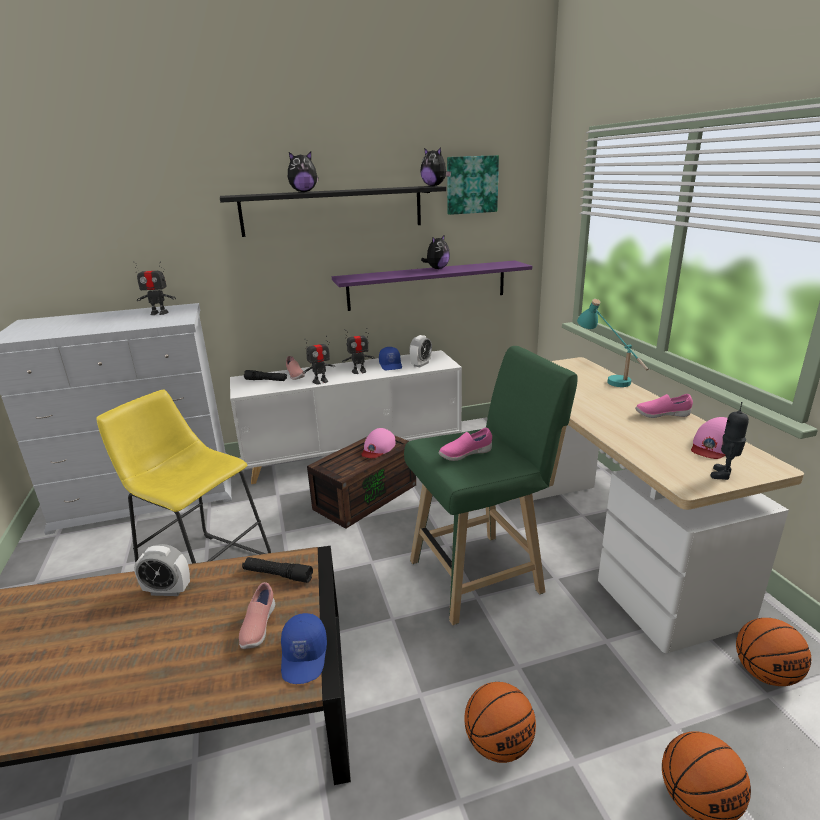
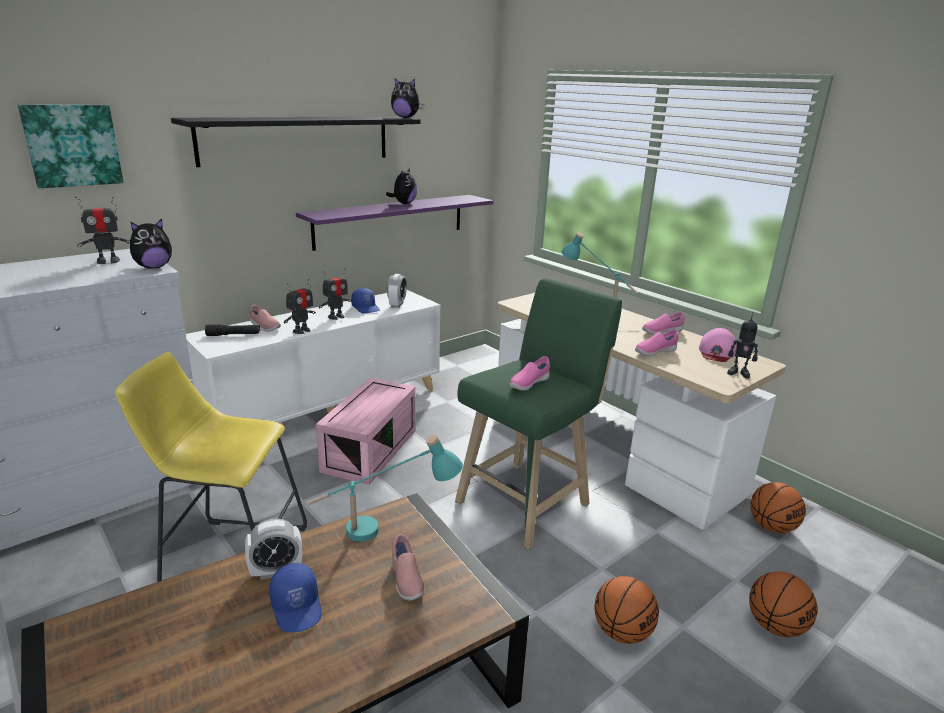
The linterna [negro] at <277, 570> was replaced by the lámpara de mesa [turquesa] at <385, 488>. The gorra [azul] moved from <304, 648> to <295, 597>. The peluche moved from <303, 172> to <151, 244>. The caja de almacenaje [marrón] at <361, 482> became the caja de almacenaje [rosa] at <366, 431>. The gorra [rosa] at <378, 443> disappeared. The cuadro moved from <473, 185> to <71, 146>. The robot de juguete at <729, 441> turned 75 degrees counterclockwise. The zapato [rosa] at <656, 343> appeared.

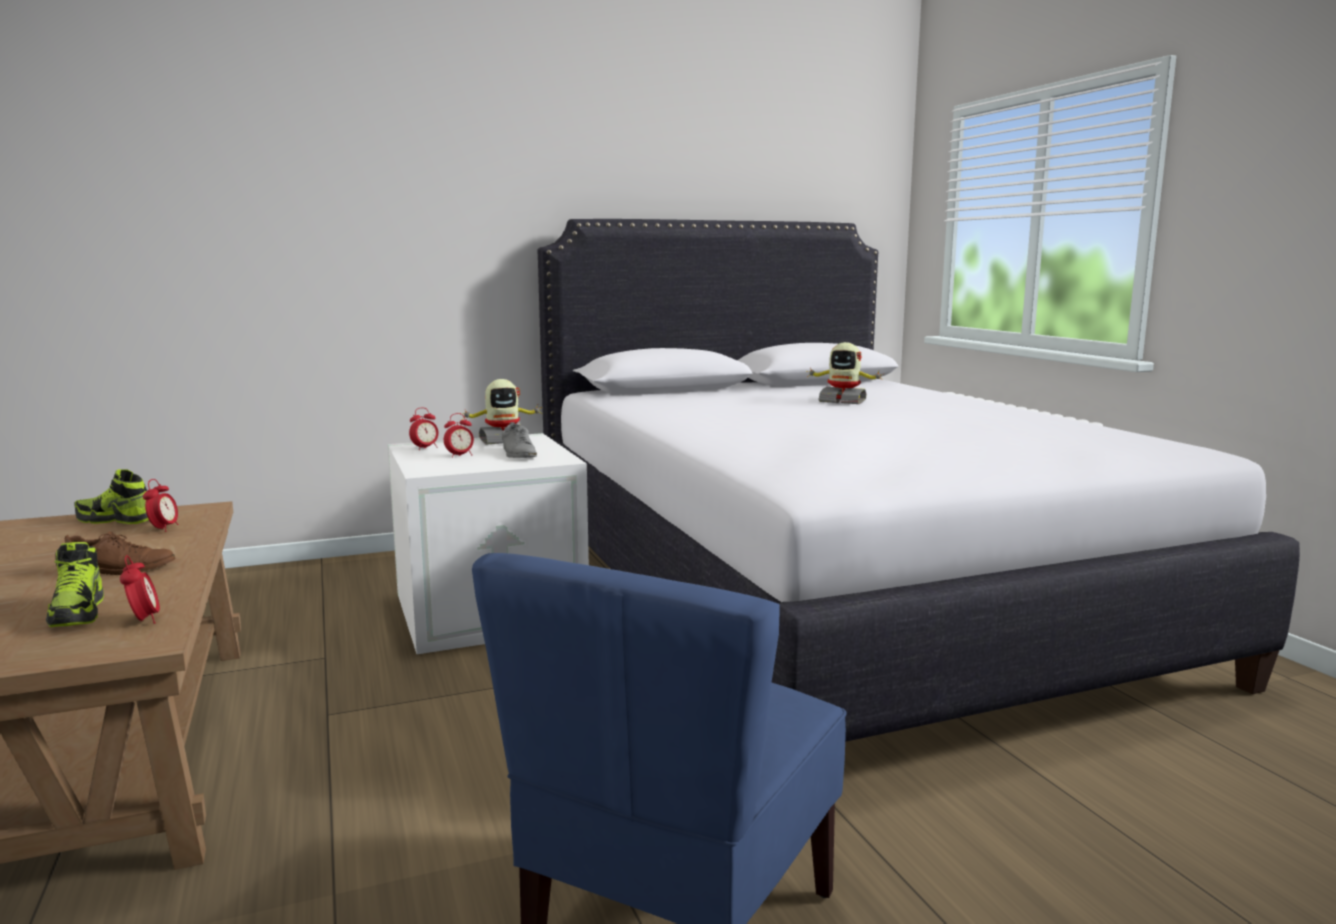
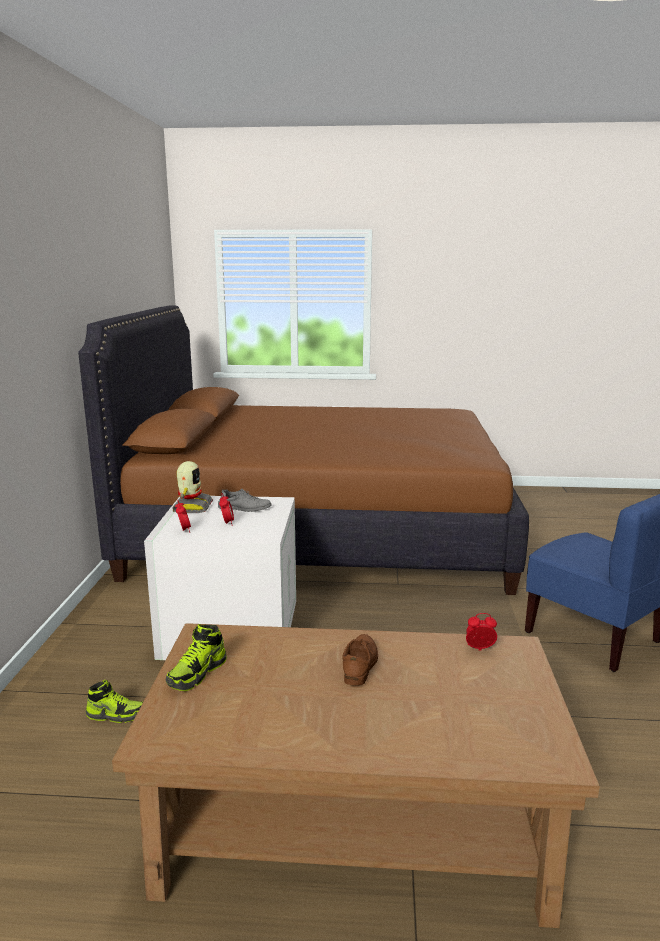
The zapato moved from <75, 584> to <114, 701>. The despertador at <161, 505> disappeared. The cama [blanco] at <918, 480> became the cama [marrón] at <303, 450>. The robot de juguete at <845, 373> disappeared.

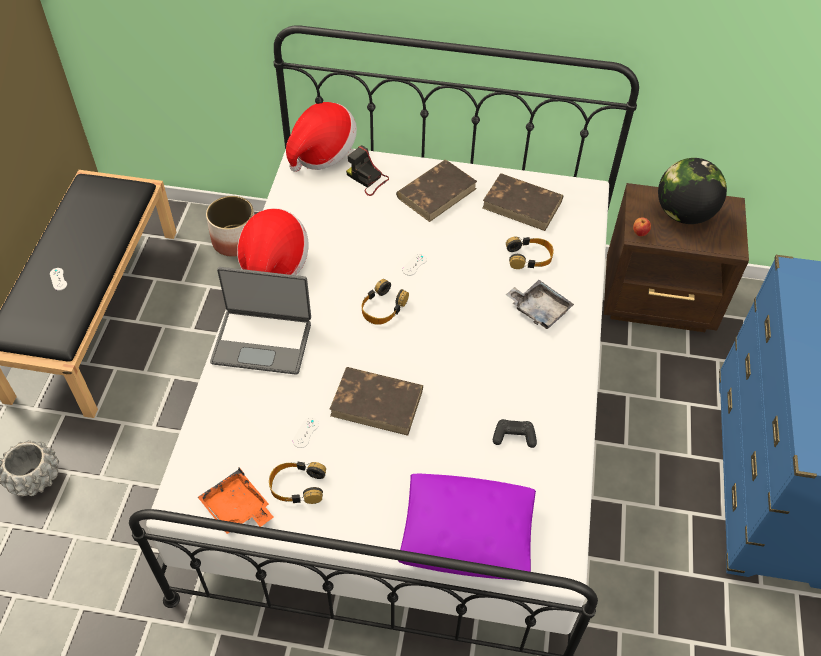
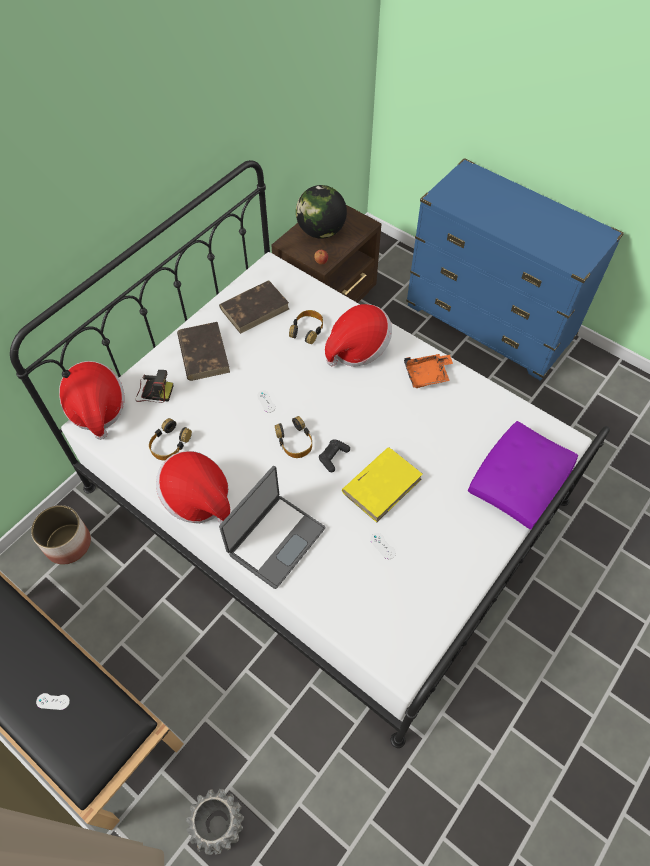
The bandeja [naranja] moved from <235, 501> to <428, 371>. The auriculares moved from <297, 483> to <170, 439>. The libro [marrón] at <376, 401> became the libro [amarillo] at <382, 485>. The cámara at <367, 170> turned 150 degrees counterclockwise. The mando de consola [negro] moved from <515, 433> to <334, 455>. The bandeja [gris] at <540, 304> was replaced by the sombrero at <358, 335>.

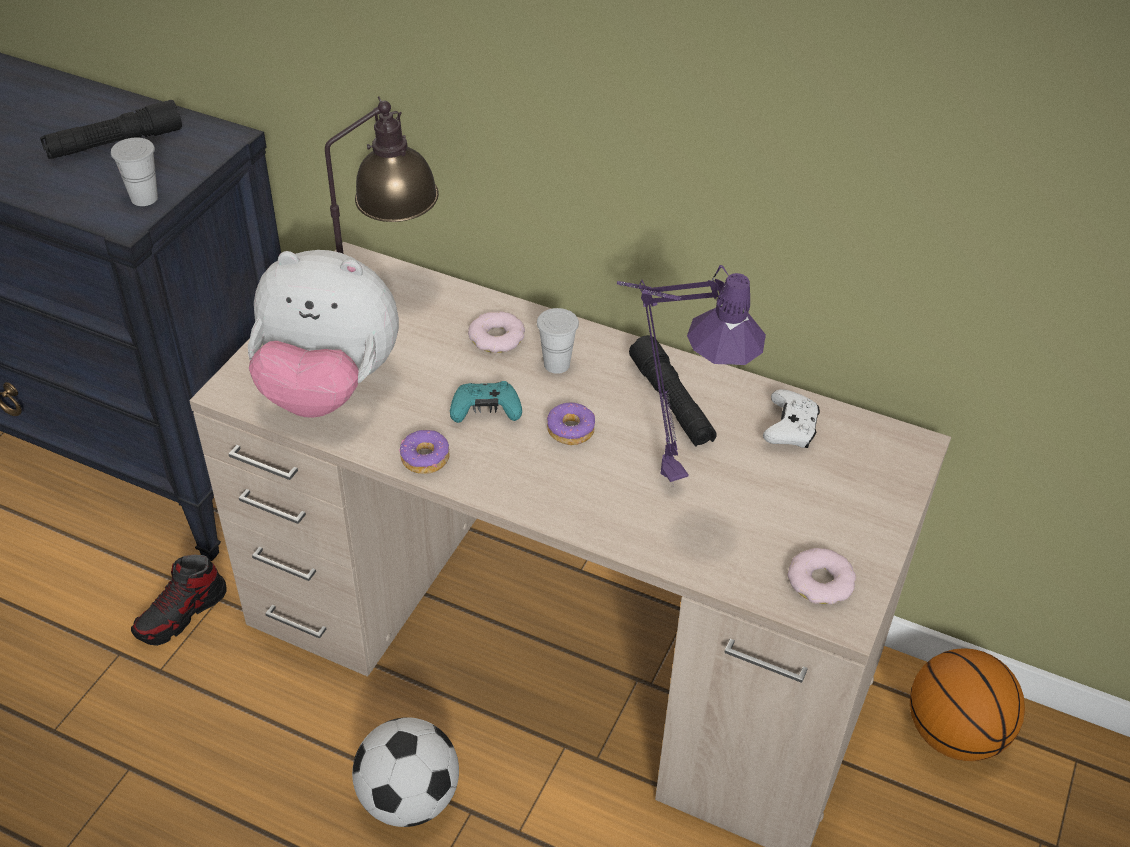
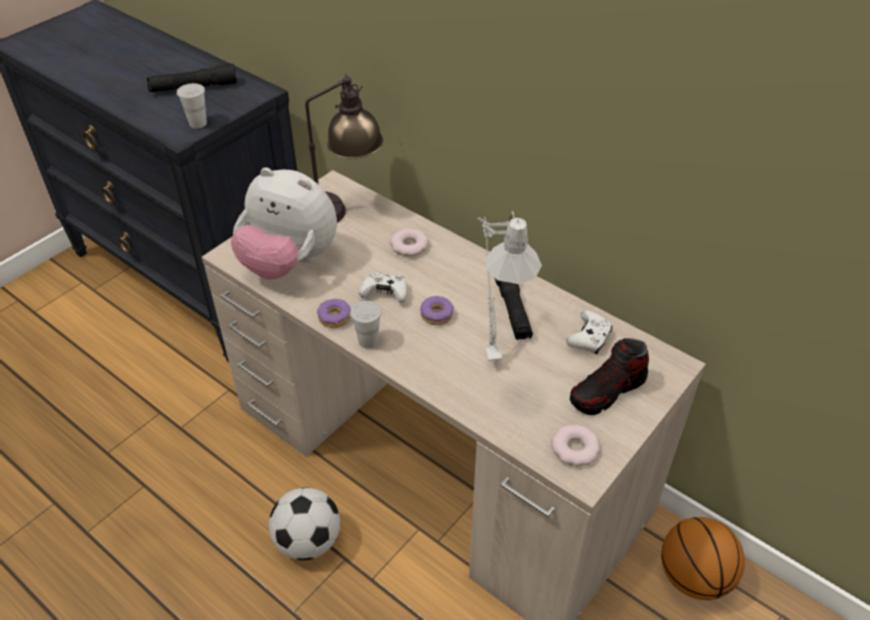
The zapato moved from <179, 600> to <609, 376>. The mando de consola [turquesa] at <486, 402> became the mando de consola [blanco] at <382, 288>. The taza [blanco] moved from <558, 341> to <366, 325>. The lámpara de mesa [morado] at <691, 376> became the lámpara de mesa [gris] at <509, 286>.

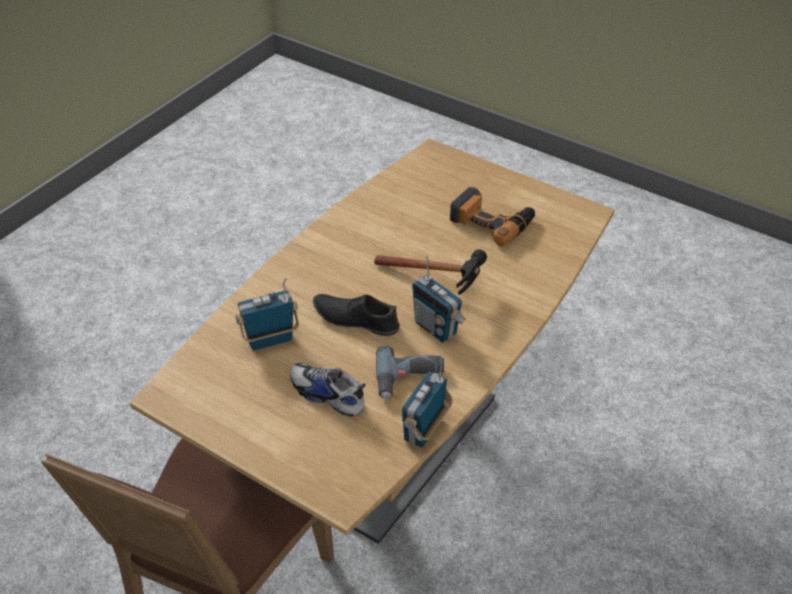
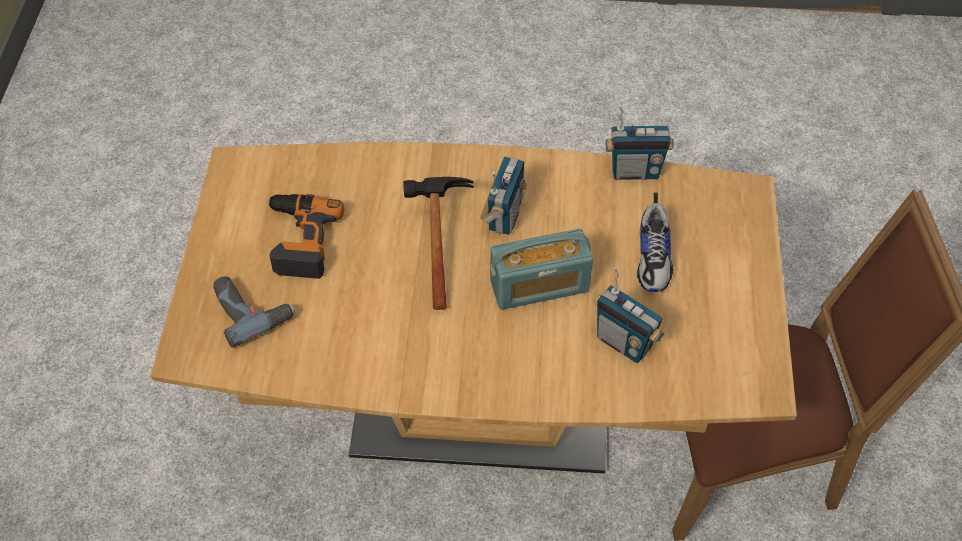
The zapato [negro] at <356, 315> was replaced by the radio at <541, 269>. The taladro moved from <410, 373> to <254, 312>.

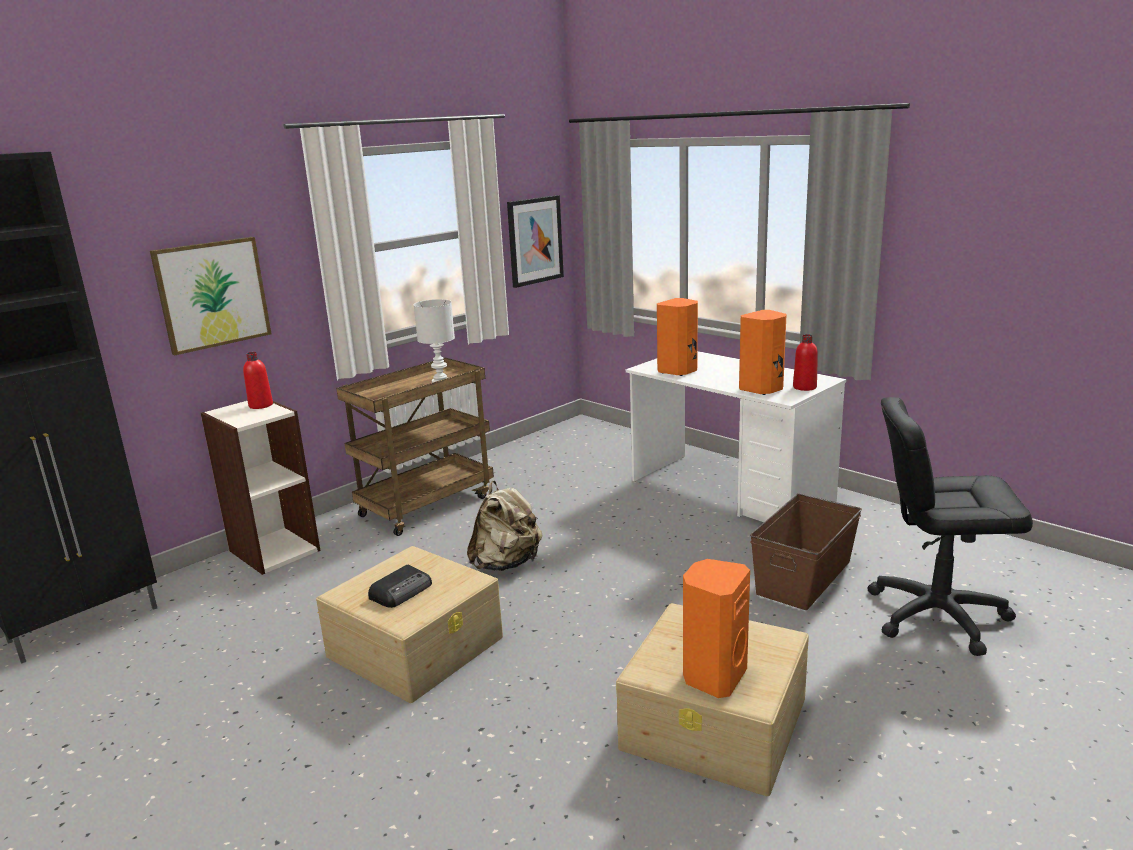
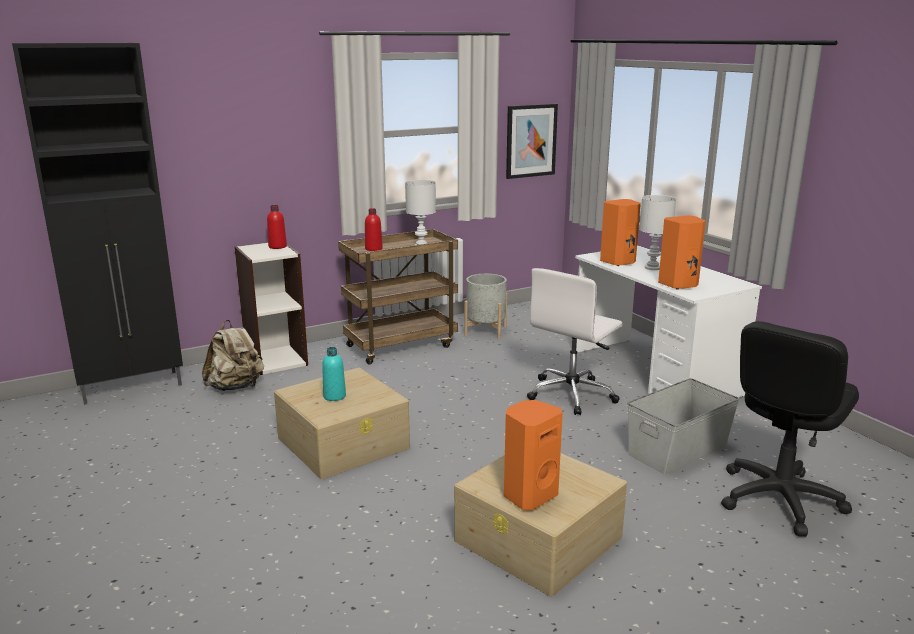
The cuadro at <210, 296> disappeared. The radio at <400, 586> was replaced by the botella [turquesa] at <334, 374>. The mochila [beis] moved from <505, 526> to <233, 355>. The caja de almacenaje [marrón] at <806, 552> became the caja de almacenaje [gris] at <683, 426>. The botella [rojo] moved from <805, 362> to <374, 229>. The silla de oficina [negro] at <950, 526> turned 75 degrees counterclockwise. The maceta [gris] at <485, 306> appeared. The silla de oficina [blanco] at <574, 341> appeared. The lámpara de mesa [blanco] at <657, 232> appeared.

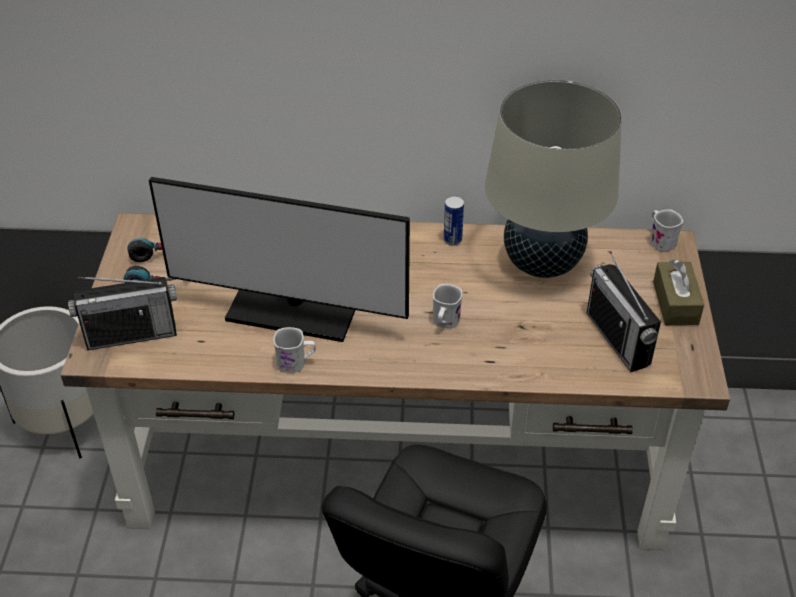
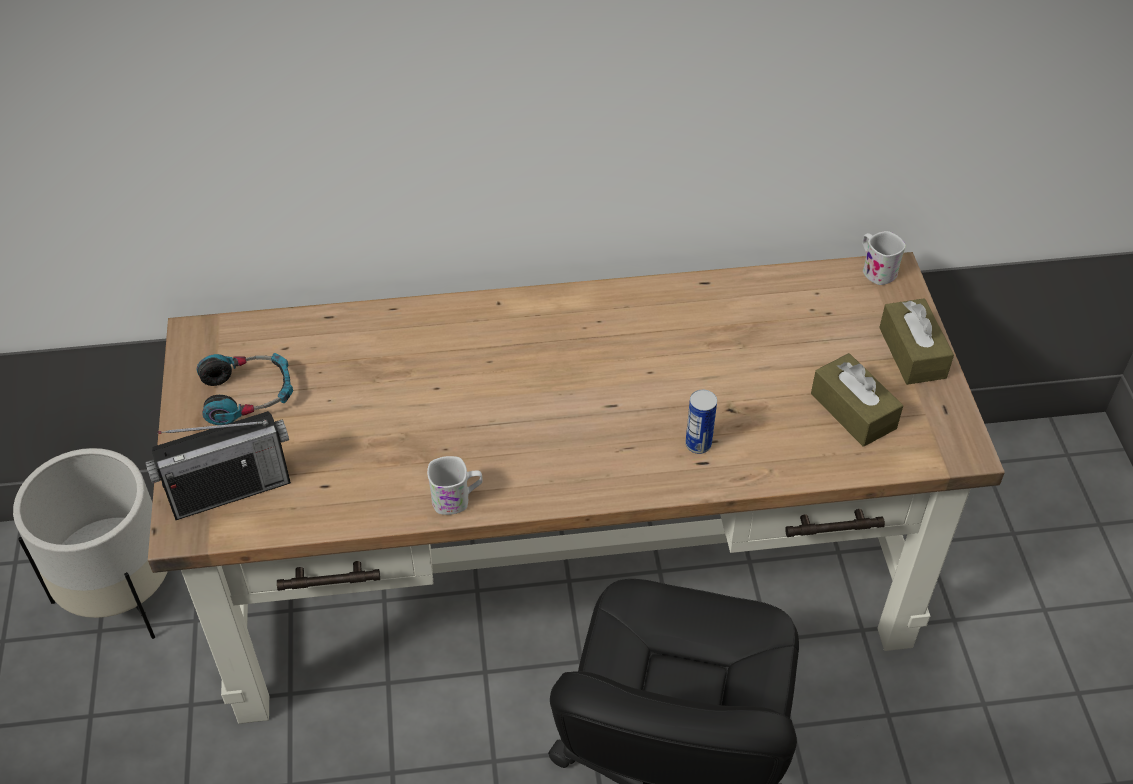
The monitor at <279, 259> disappeared. The taza grande [blanco] at <447, 306> disappeared. The lata moved from <454, 220> to <701, 422>. The lámpara de mesa [beis] at <553, 179> disappeared. The radio at <624, 311> was replaced by the caja de pañuelos [marrón] at <857, 400>.

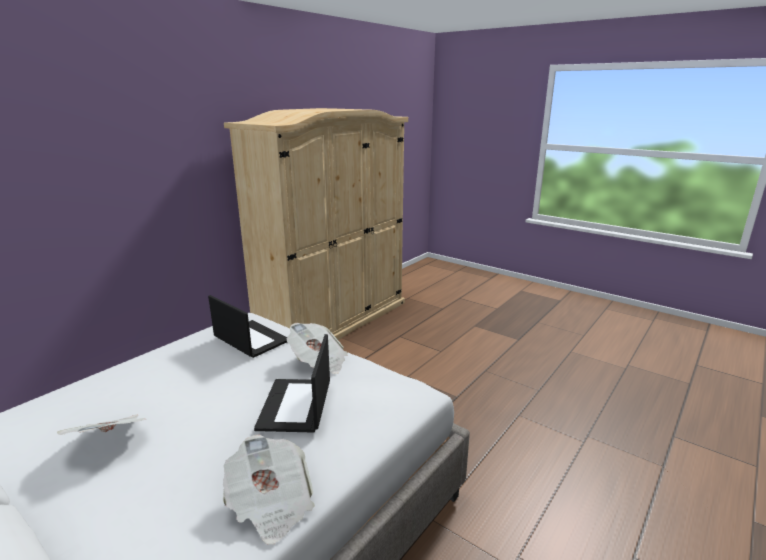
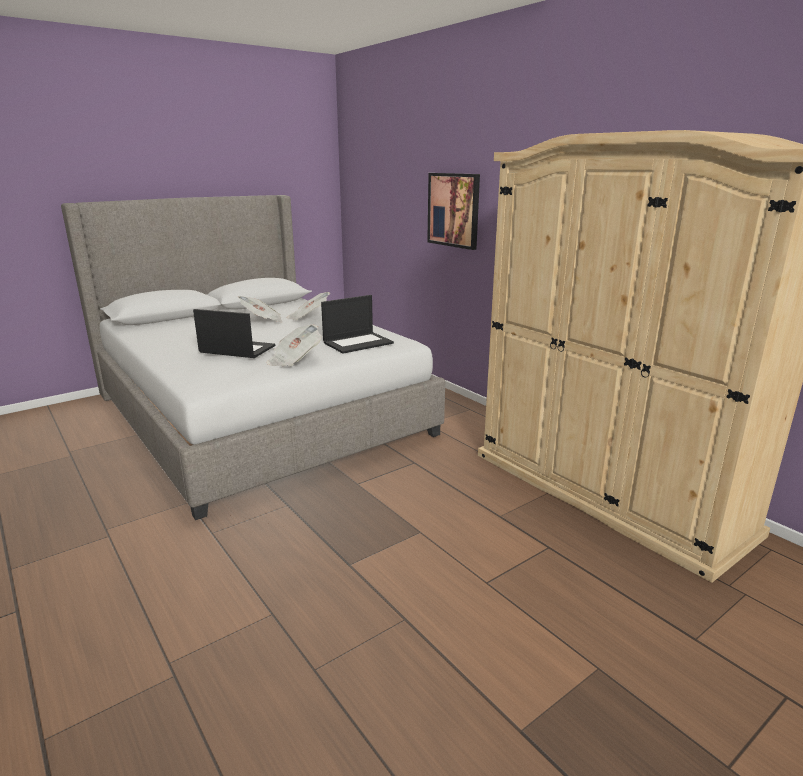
The periódico moved from <268, 489> to <308, 306>. The cuadro at <453, 211> appeared.

